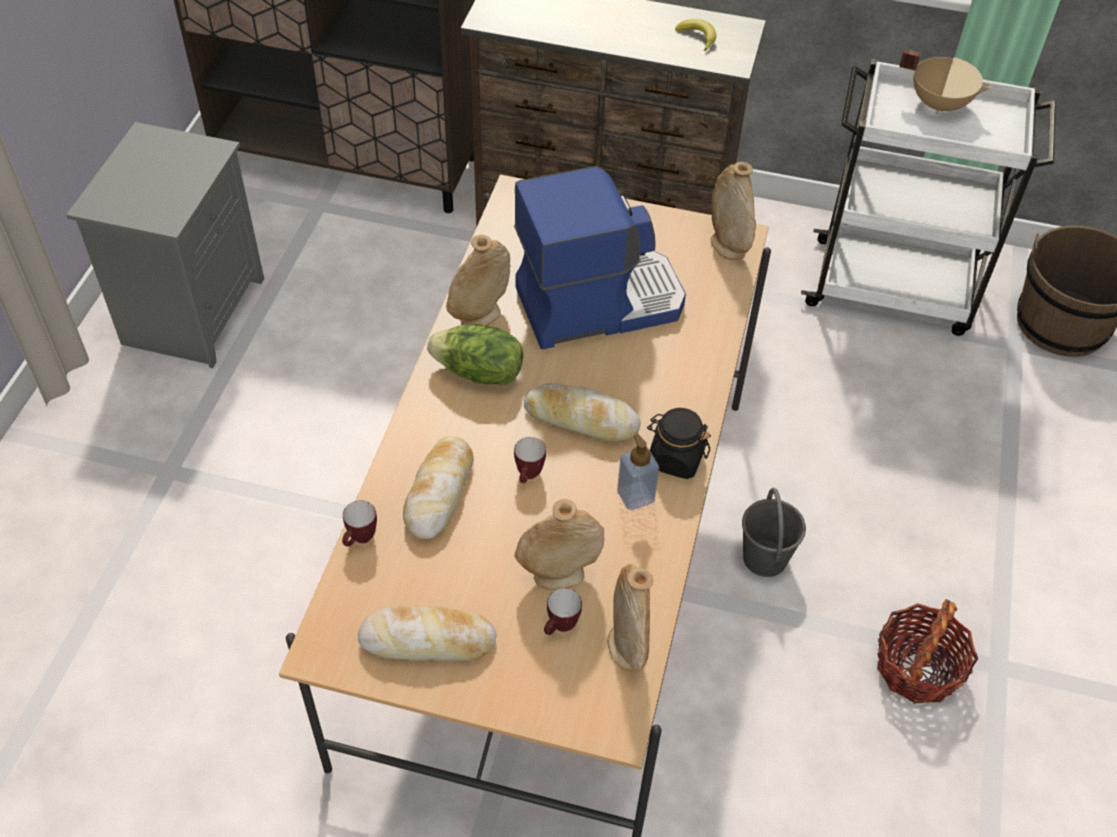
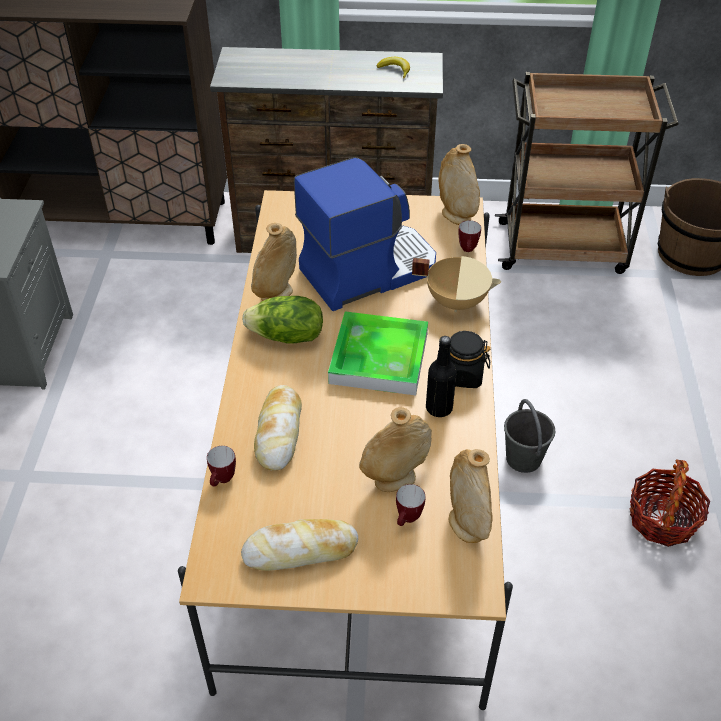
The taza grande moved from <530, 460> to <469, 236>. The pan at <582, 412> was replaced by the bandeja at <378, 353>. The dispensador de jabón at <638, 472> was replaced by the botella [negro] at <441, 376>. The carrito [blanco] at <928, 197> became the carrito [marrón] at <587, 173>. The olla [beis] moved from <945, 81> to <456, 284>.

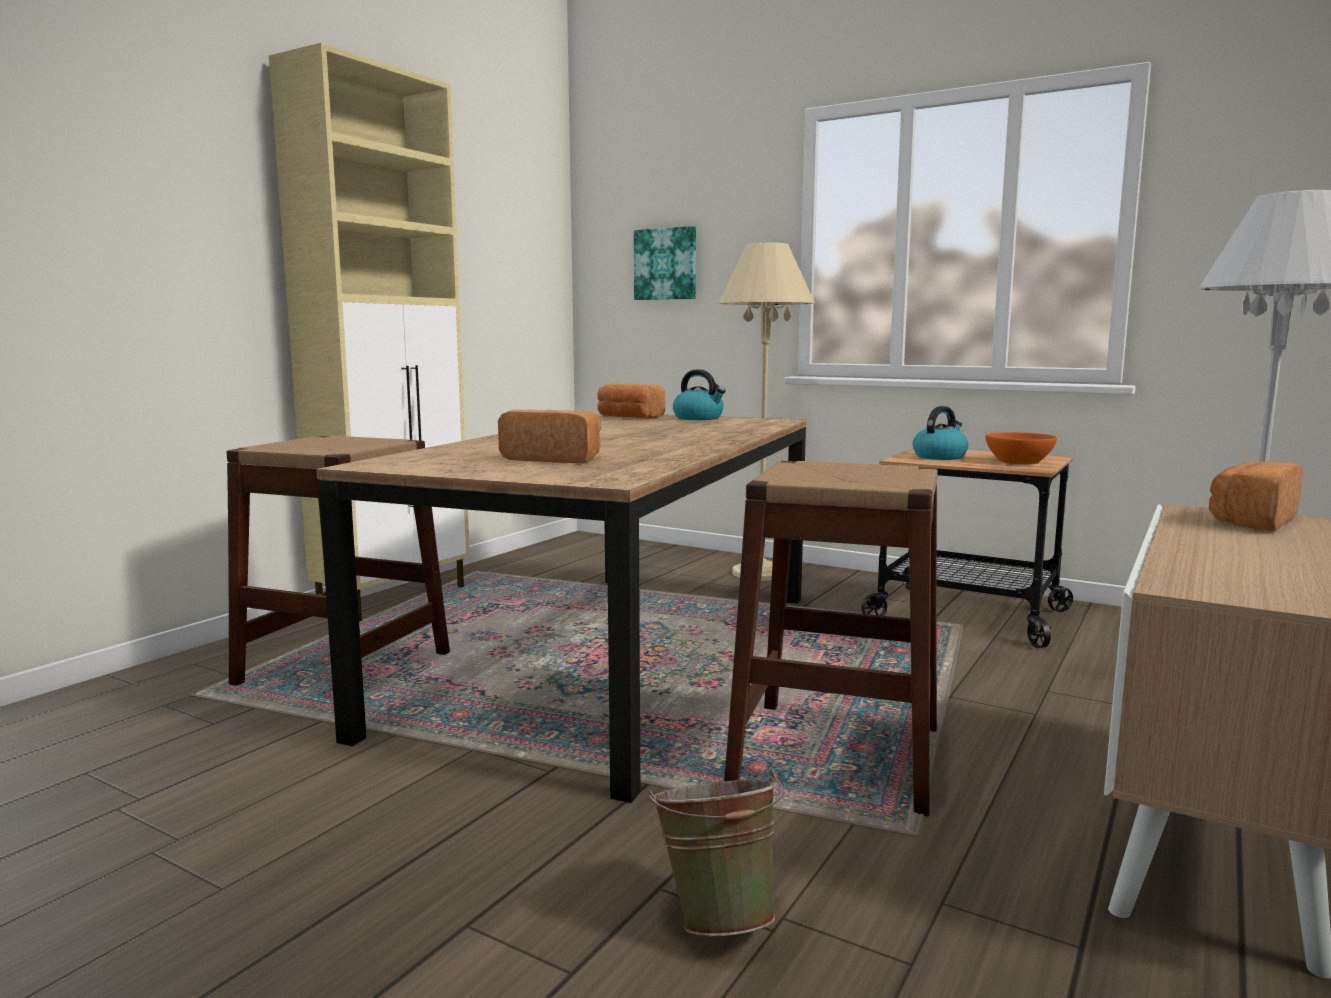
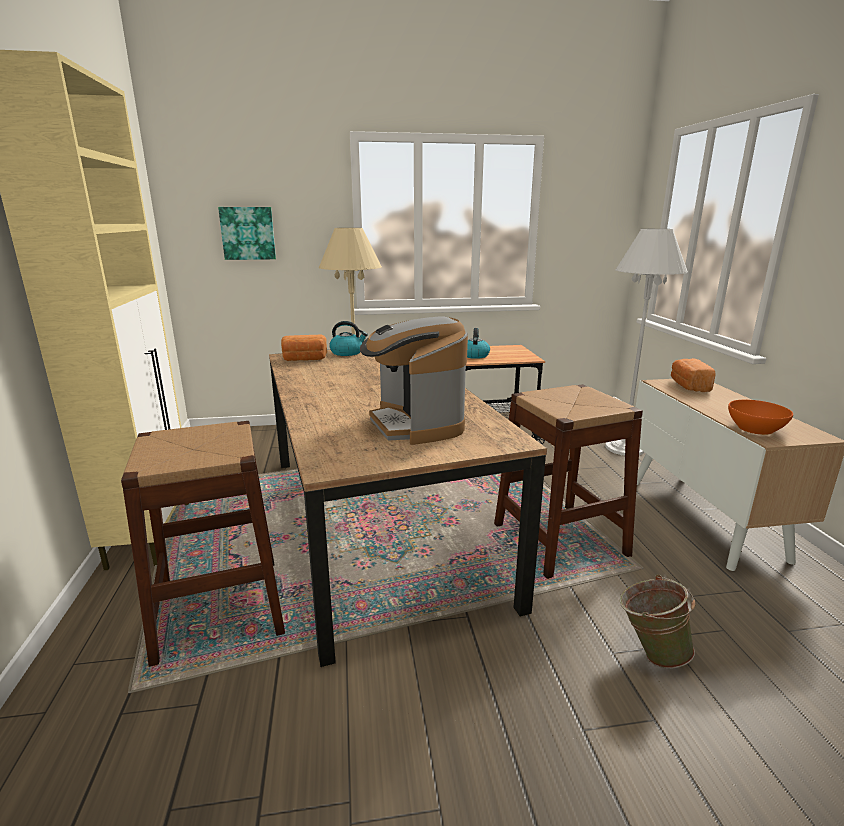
The pan at <549, 436> was replaced by the cafetera at <414, 380>. The cuenco [naranja] moved from <1021, 448> to <760, 417>.

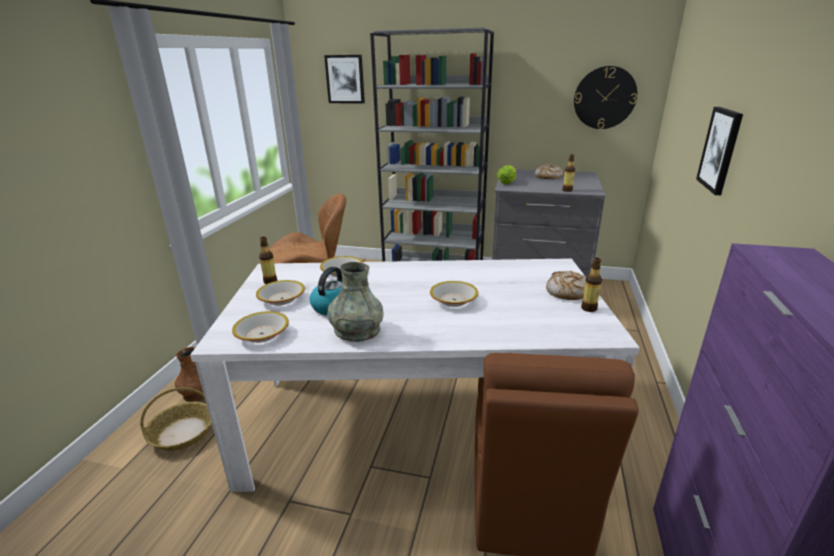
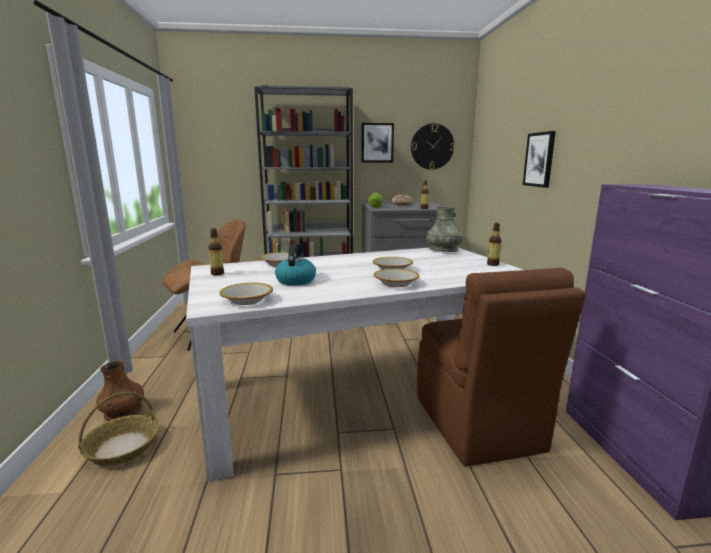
The cuenco moved from <280, 292> to <396, 278>. The cuadro moved from <344, 79> to <377, 142>. The florero [gris] moved from <355, 302> to <444, 229>. The pan at <566, 285> disappeared.

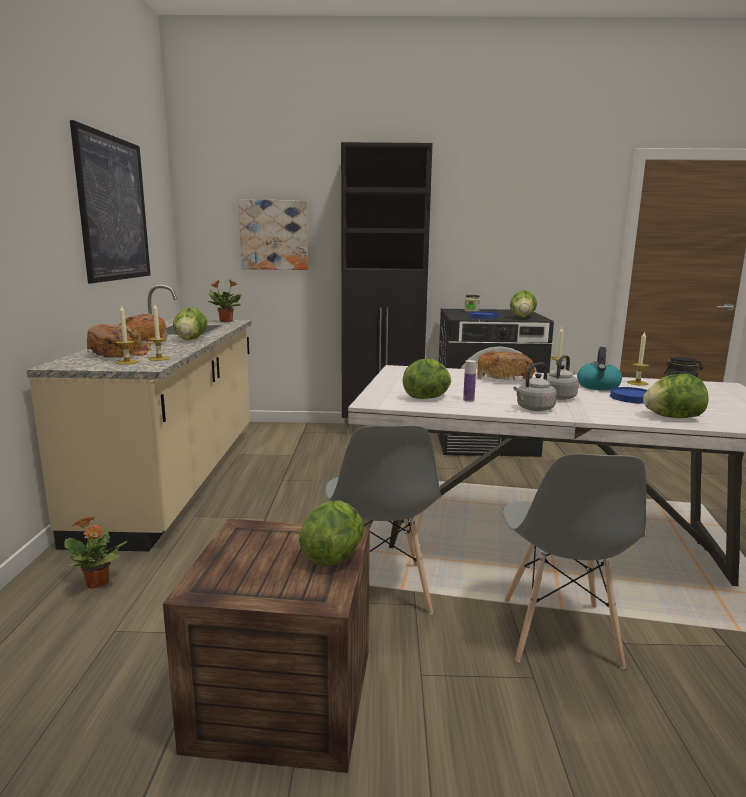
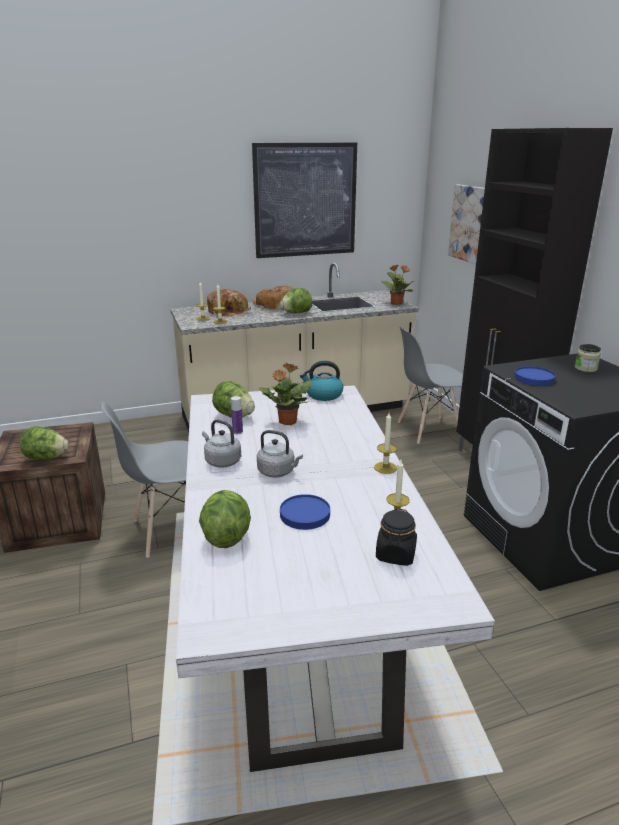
The planta en maceta moved from <95, 553> to <285, 394>. The pan at <506, 366> disappeared. The silla [gris] moved from <574, 562> to <430, 385>. The lechuga at <523, 304> disappeared. The hervidor moved from <599, 369> to <322, 381>.

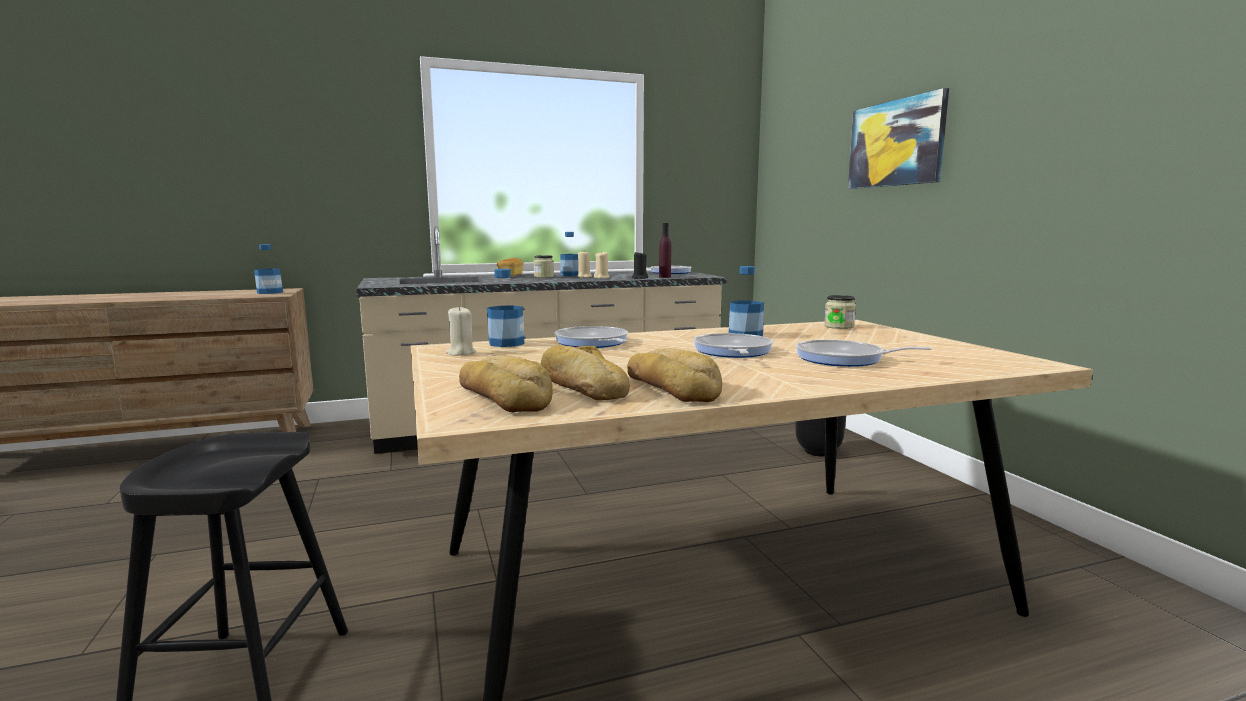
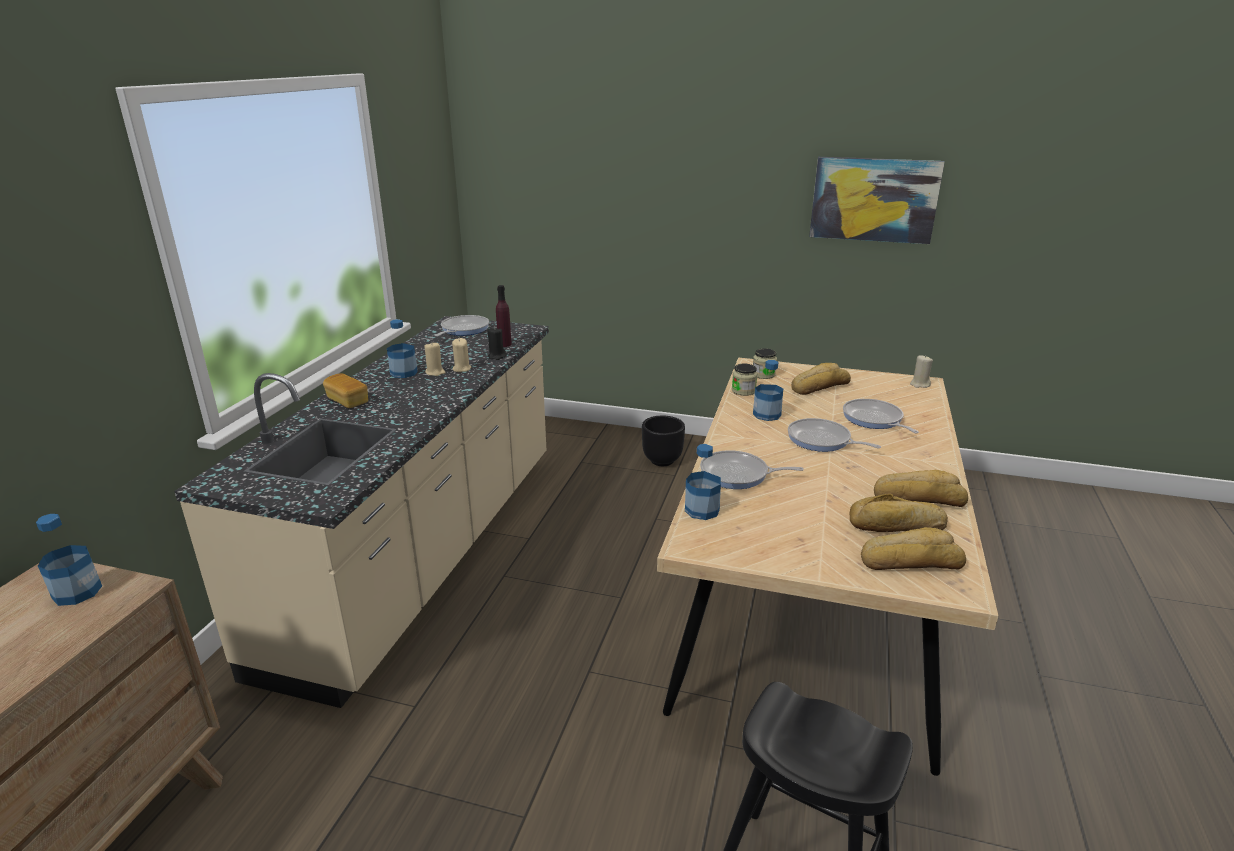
The vela [beis] moved from <461, 331> to <921, 371>. The tarro moved from <544, 266> to <745, 380>. The sartén at <863, 353> turned 105 degrees clockwise. The cuadro moved from <898, 138> to <877, 200>. The pan at <821, 379> appeared.

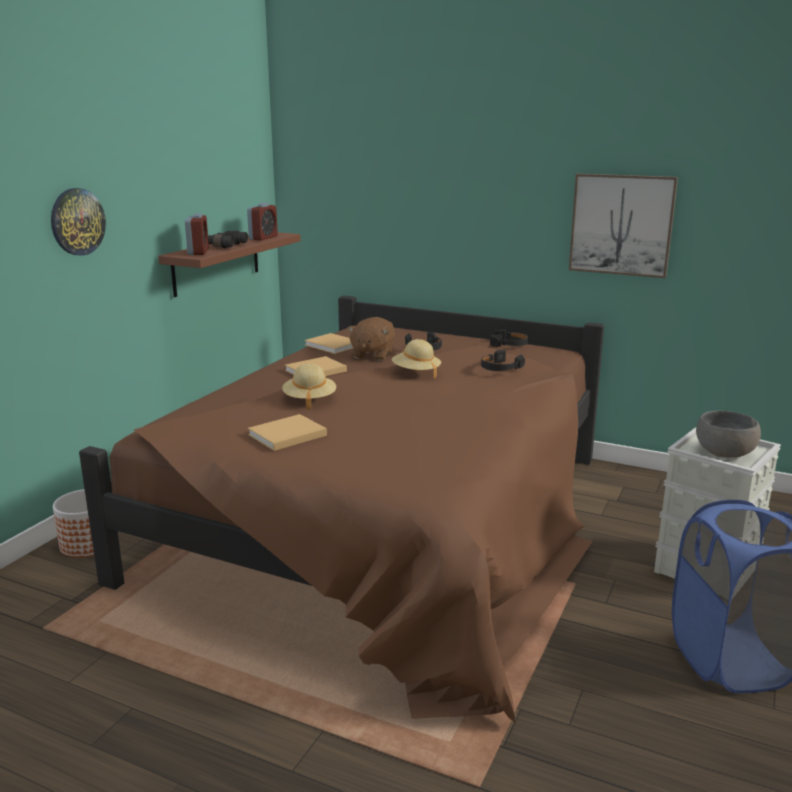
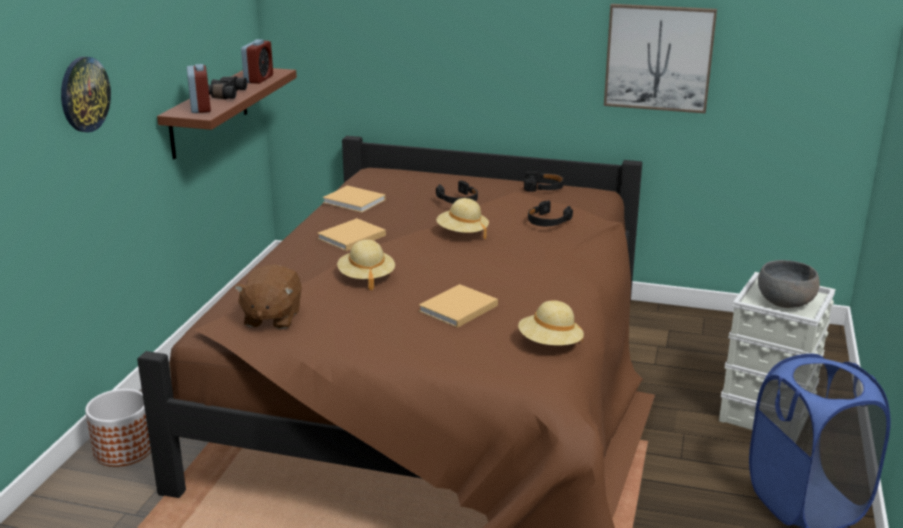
The libro [beis] moved from <287, 432> to <458, 306>. The peluche [marrón] moved from <371, 339> to <268, 296>. The sombrero [beis] at <551, 323> appeared.

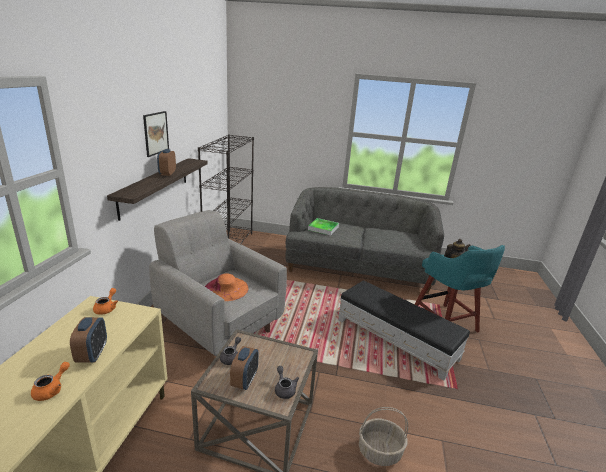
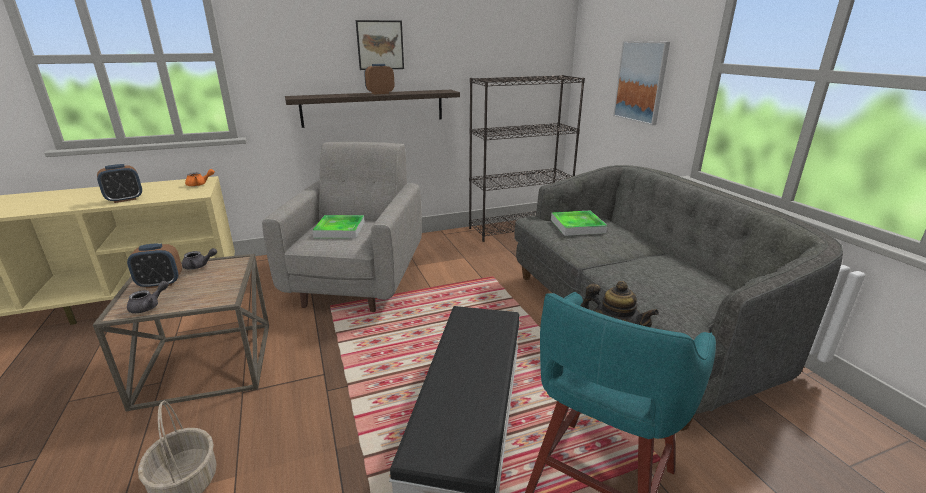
The tetera [naranja] at <50, 381> disappeared. The sombrero [naranja] at <227, 287> was replaced by the bandeja at <338, 226>. The cuadro at <641, 83> appeared.

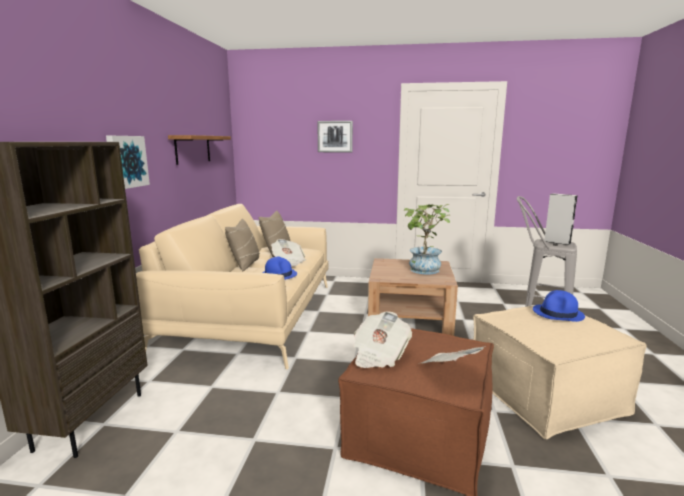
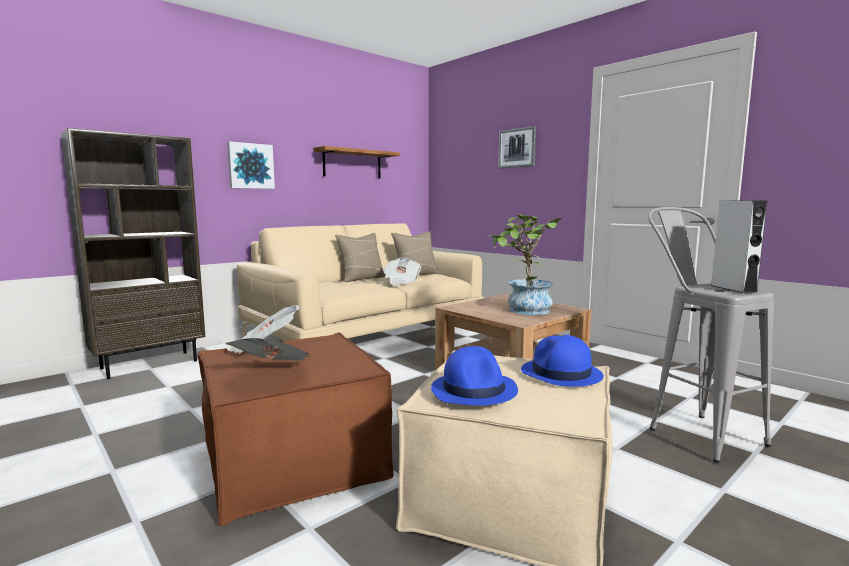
The sombrero [azul] moved from <279, 268> to <474, 376>.

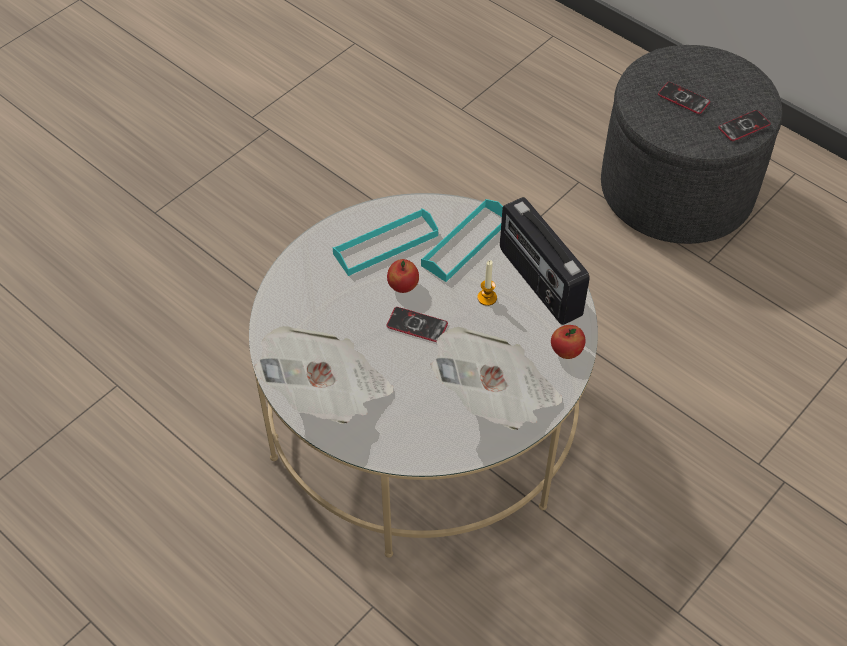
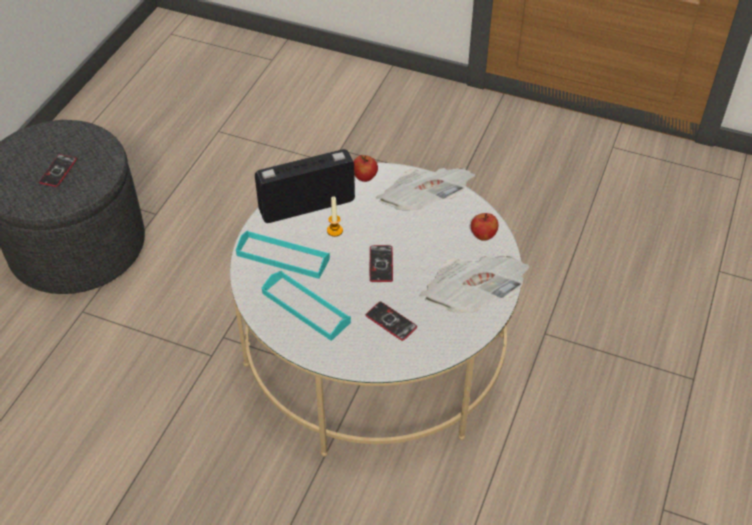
The manzana moved from <403, 276> to <484, 227>. The radio at <545, 261> turned 150 degrees counterclockwise. The móvil moved from <744, 125> to <391, 321>.

